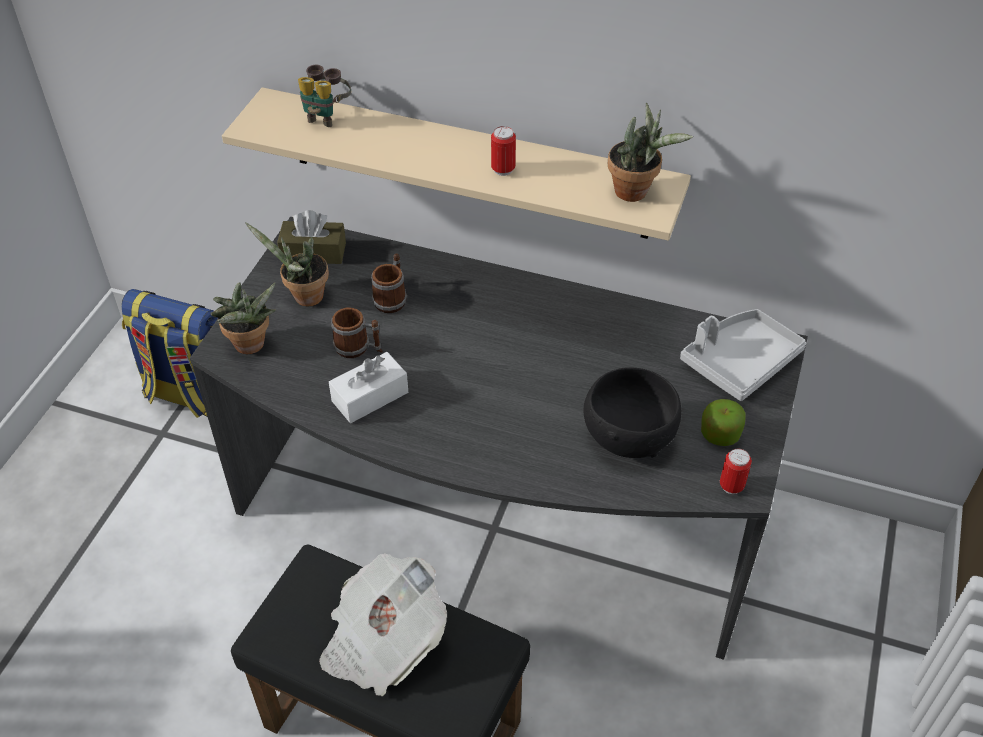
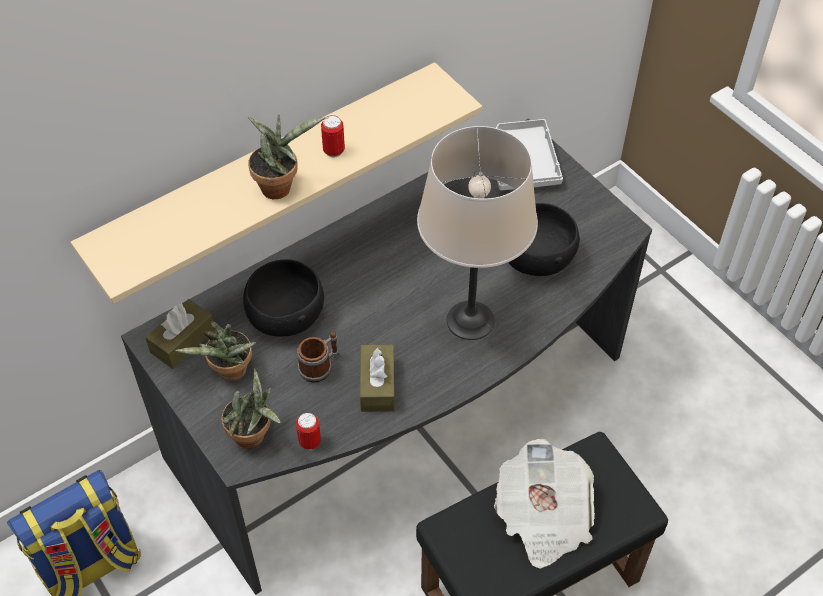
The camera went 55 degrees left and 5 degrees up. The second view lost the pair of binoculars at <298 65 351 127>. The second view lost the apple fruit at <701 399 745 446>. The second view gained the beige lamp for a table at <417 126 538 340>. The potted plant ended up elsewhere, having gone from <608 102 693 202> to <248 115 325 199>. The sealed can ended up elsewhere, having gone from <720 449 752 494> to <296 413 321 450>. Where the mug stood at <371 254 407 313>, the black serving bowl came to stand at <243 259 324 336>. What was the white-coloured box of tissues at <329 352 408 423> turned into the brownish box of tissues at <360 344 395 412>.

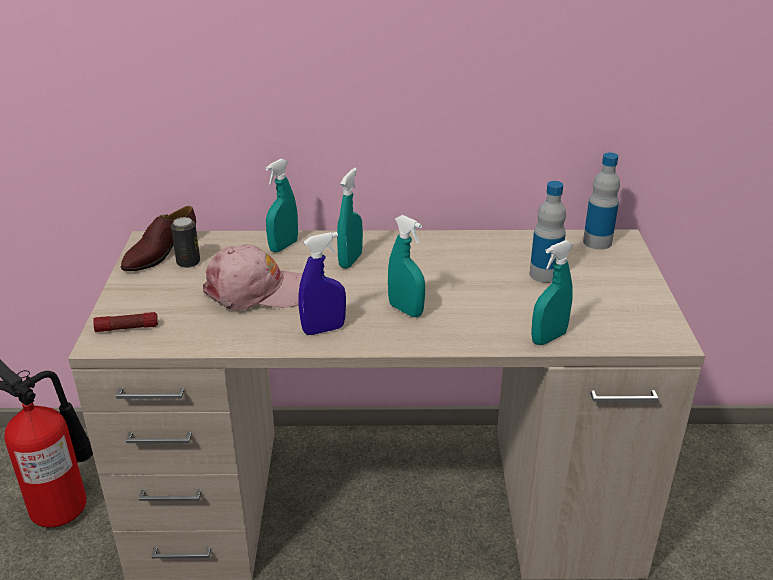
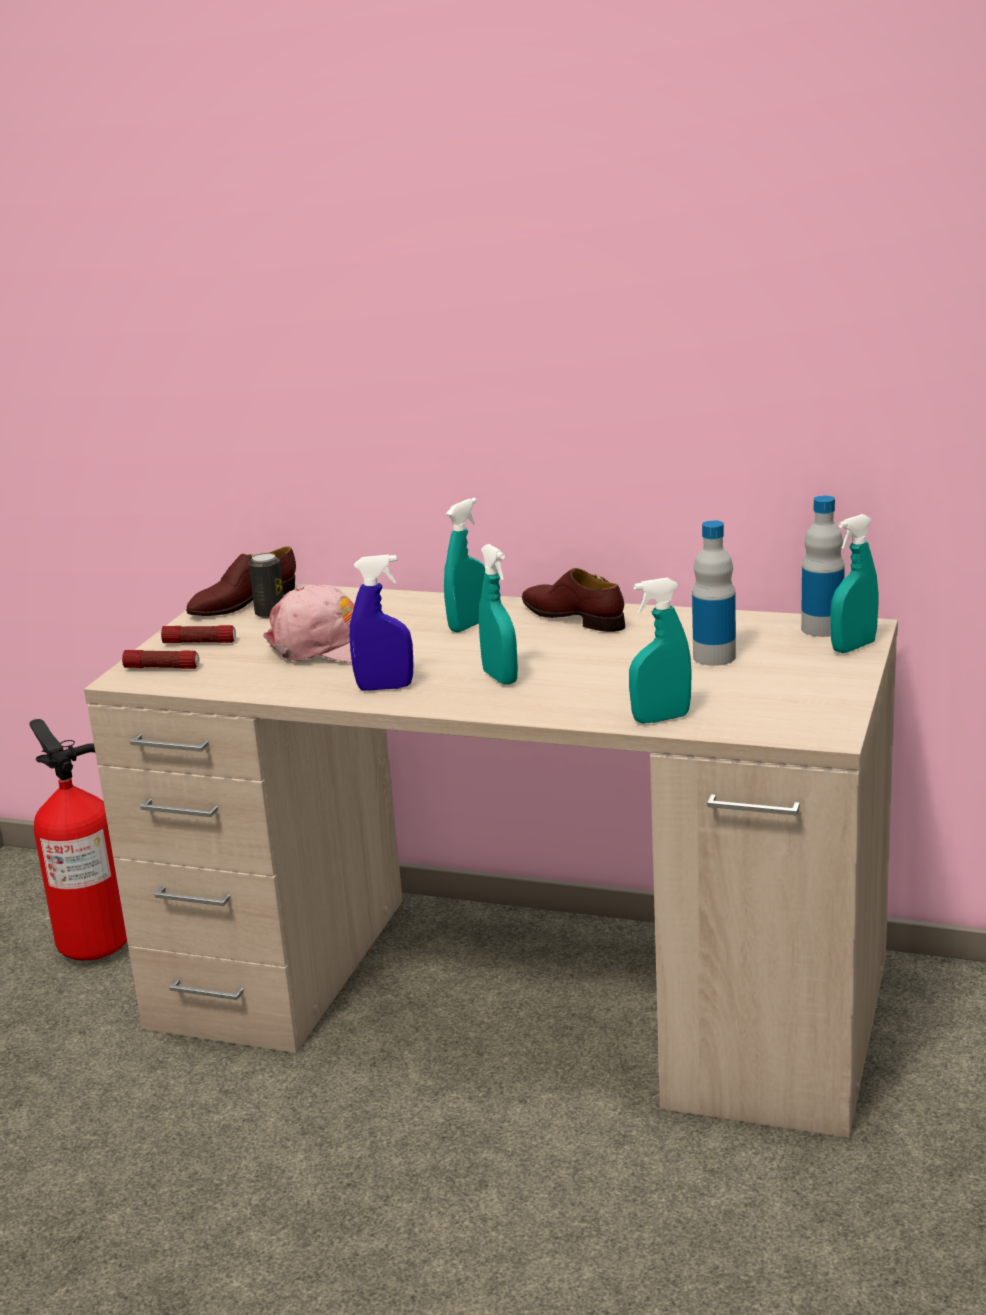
The camera went 20 degrees right and 10 degrees down. The second view gained the torch at <161 625 236 643>. The second view gained the brownish shoe at <522 568 625 632>. The turquoise sprayer ended up elsewhere, having gone from <265 159 298 253> to <830 514 879 653>.

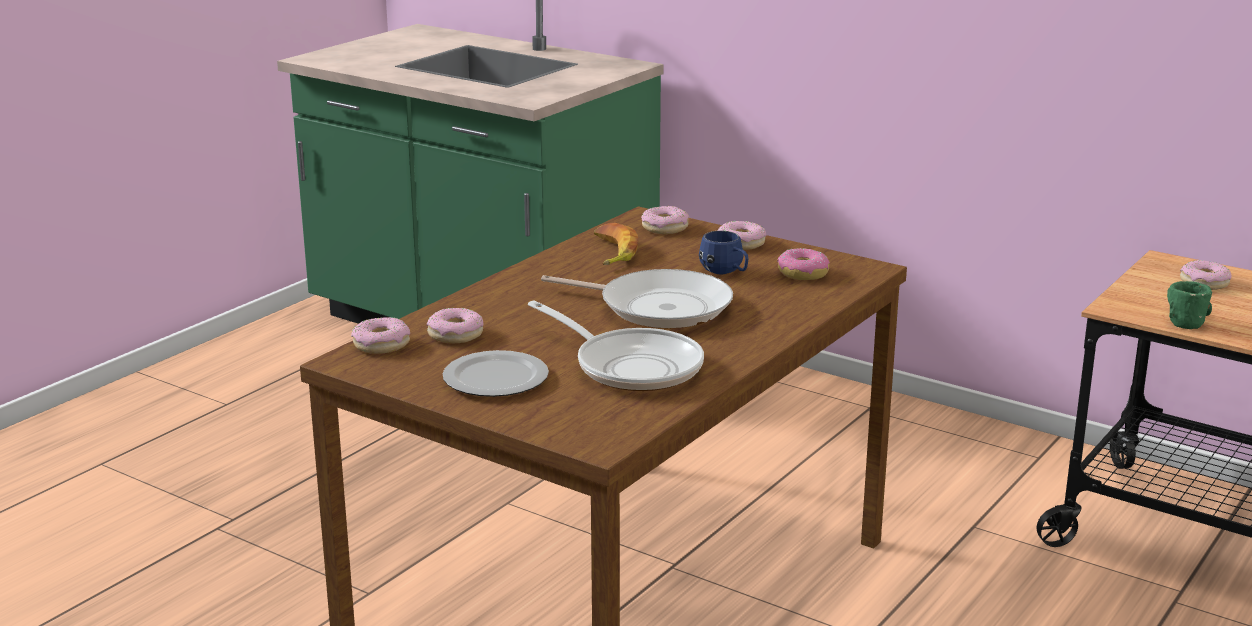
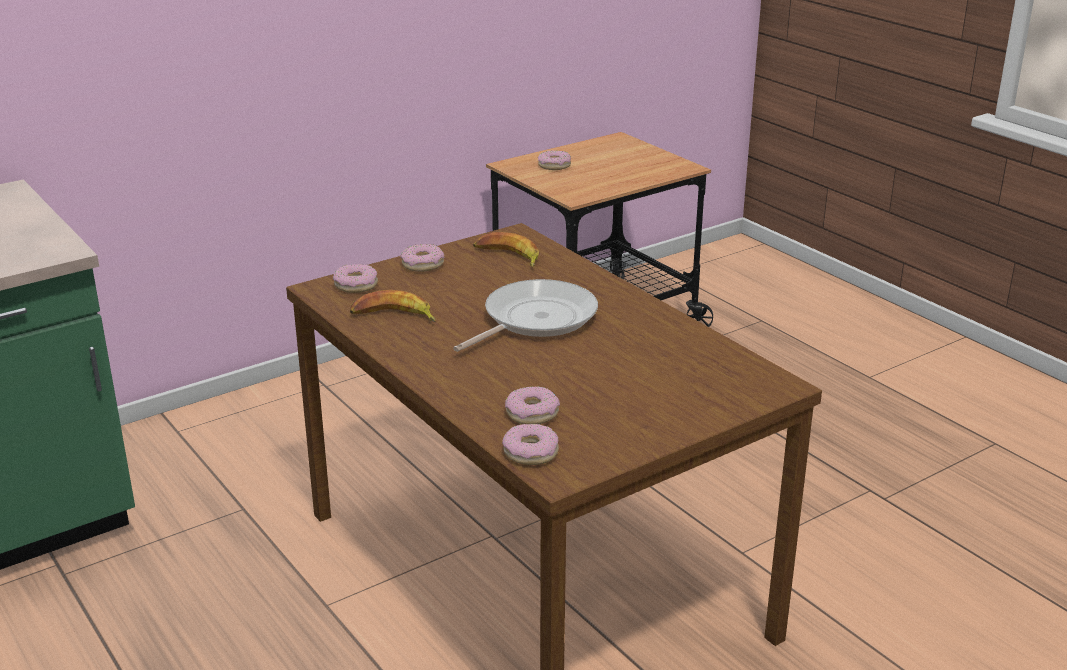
The camera went 70 degrees left and 5 degrees up. The second view lost the plate at <443 350 549 397>. The second view lost the frying pan at <528 301 704 391>. The second view lost the bluish mug at <699 230 749 274>. The second view lost the green mug at <1167 281 1212 329>. Where the ring doughnut stood at <777 248 830 280>, the whole banana came to stand at <473 232 539 268>.

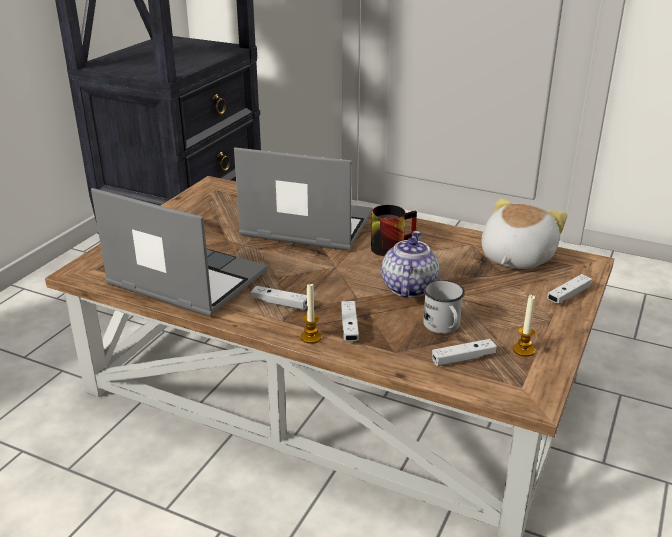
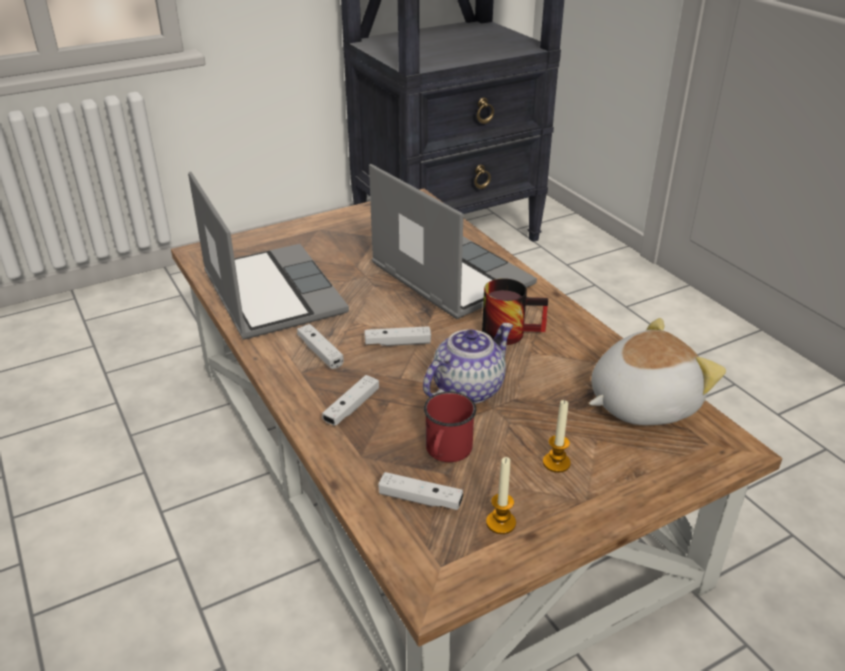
The camera went 35 degrees right and 5 degrees up. The wax light ended up elsewhere, having gone from <300 284 322 344> to <543 400 571 473>. The white-coloured game controller ended up elsewhere, having gone from <547 274 592 303> to <364 326 431 346>. What was the white-coloured mug at <423 280 465 334> turned into the reddish mug at <424 392 476 462>.

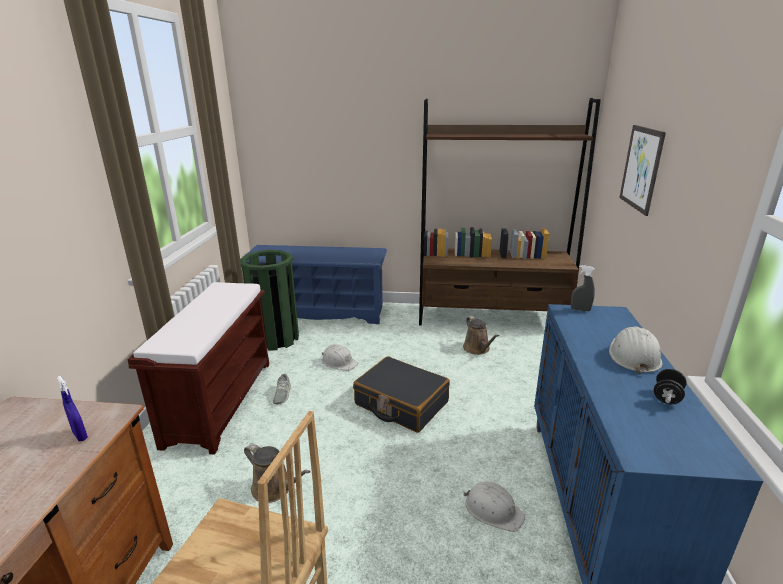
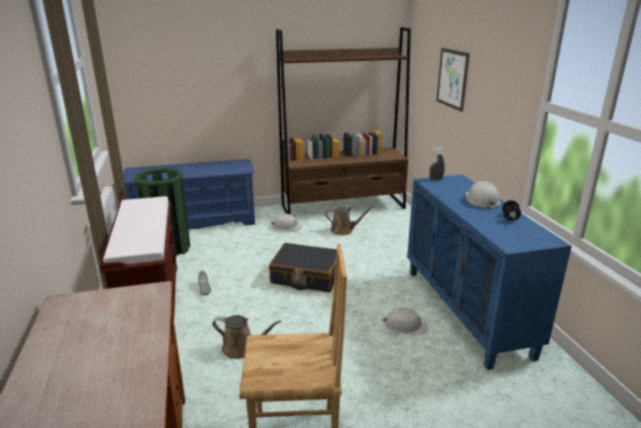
The camera went 20 degrees left and 0 degrees up. The second view lost the bluish sprayer at <57 376 88 441>. The white-coloured safety helmet ended up elsewhere, having gone from <322 344 358 371> to <271 214 302 231>. The brownish sprinkling can at <463 316 499 355> ended up facing another way, 45 degrees counterclockwise from before.

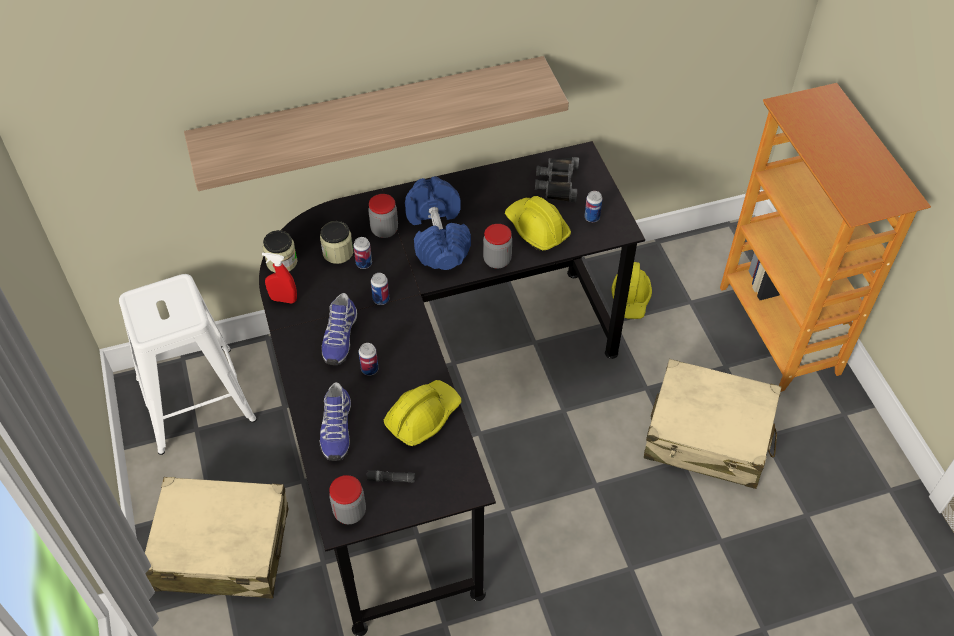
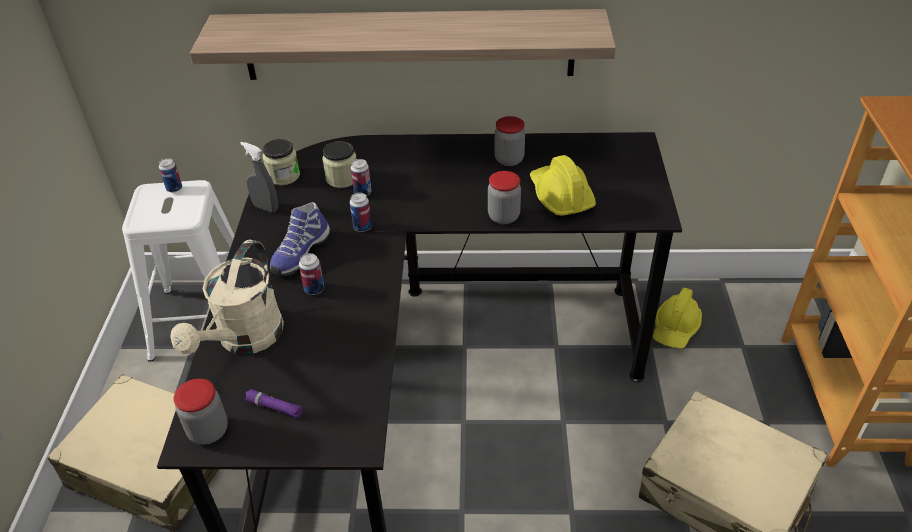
The camera went 20 degrees right and 10 degrees down. The second view lost the yellow-coloured safety helmet at <384 380 462 446>. The second view lost the bluish dumbbell at <405 176 471 270>. The second view lost the black pair of binoculars at <535 157 579 203>. The jar ended up elsewhere, having gone from <368 194 398 238> to <495 116 525 166>. The sealed can ended up elsewhere, having gone from <584 191 603 222> to <159 158 182 192>. Where the shoe stood at <320 382 351 461>, the beige sprinkling can came to stand at <170 240 284 355>. What was the reddish sprayer at <262 253 297 303> turned into the grey sprayer at <240 142 278 212>. What was the black torch at <366 470 415 483> turned into the purplish torch at <245 389 303 418>.

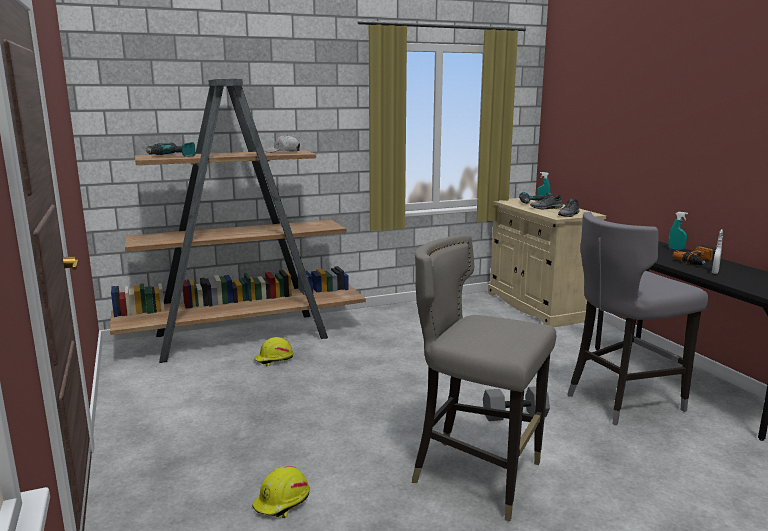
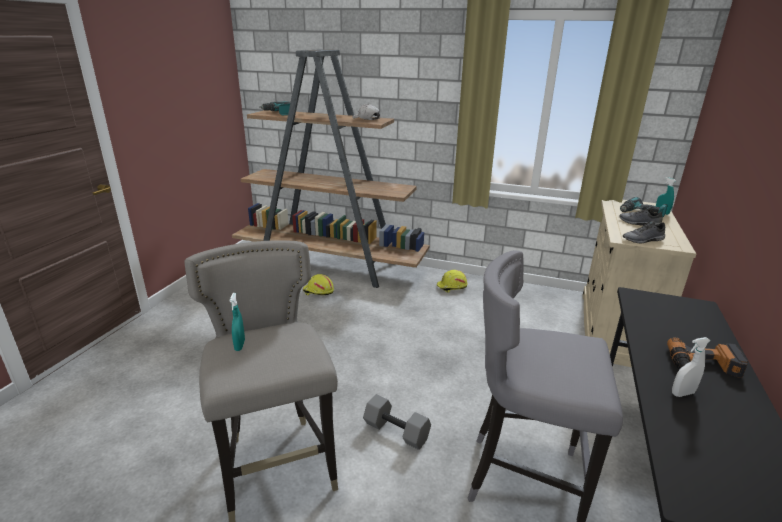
The camera went 40 degrees right and 10 degrees up. The yellow-coloured safety helmet ended up elsewhere, having gone from <252 466 310 518> to <437 270 468 293>. The turquoise sprayer ended up elsewhere, having gone from <669 212 688 250> to <230 293 245 351>.

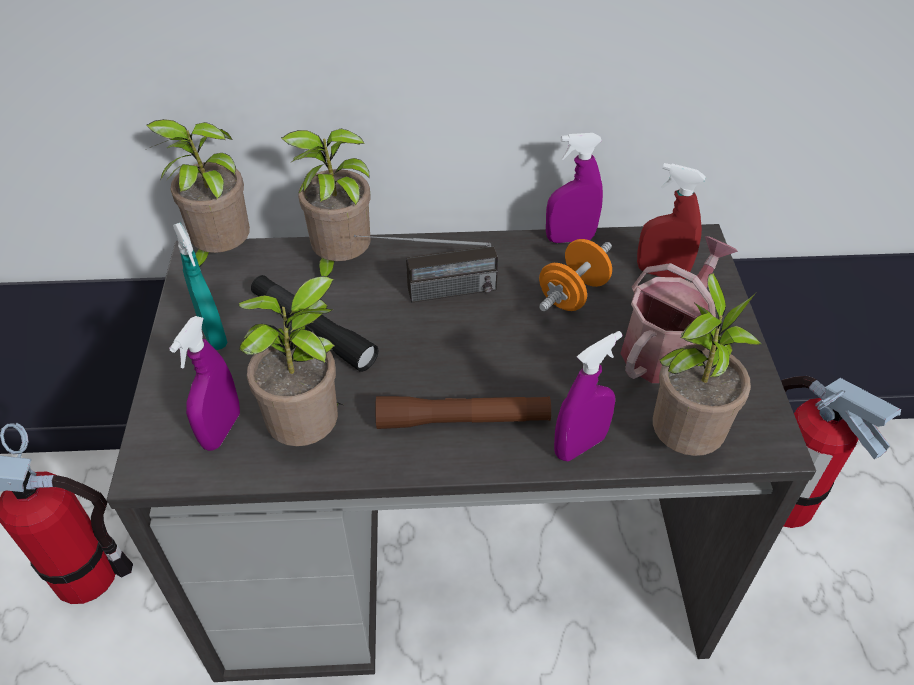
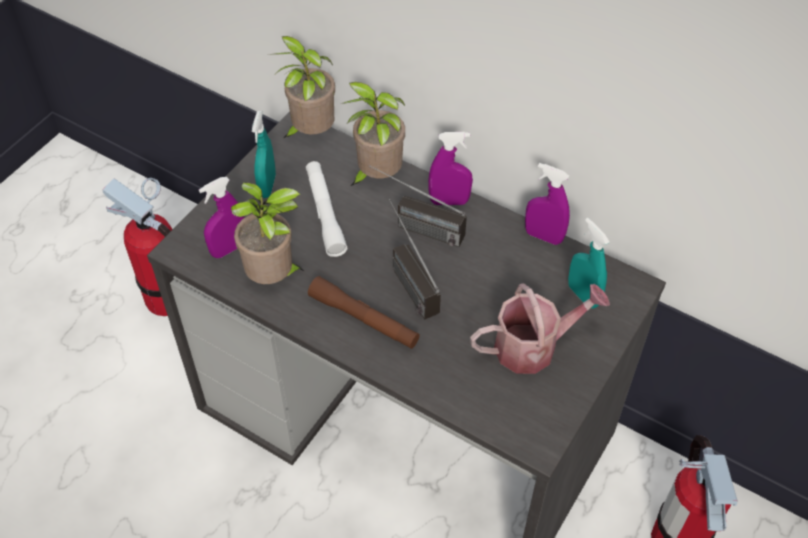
The camera went 35 degrees right and 5 degrees up. The second view lost the orange dumbbell at <539 239 612 311>. The second view lost the potted plant at <653 273 761 456>. The second view gained the radio at <389 199 441 320>. The purplish sprayer ended up elsewhere, having gone from <554 331 622 461> to <428 132 473 205>. What was the black torch at <251 275 378 372> turned into the white-coloured torch at <306 161 347 257>. What was the reddish sprayer at <637 163 706 279> turned into the turquoise sprayer at <568 218 610 308>.

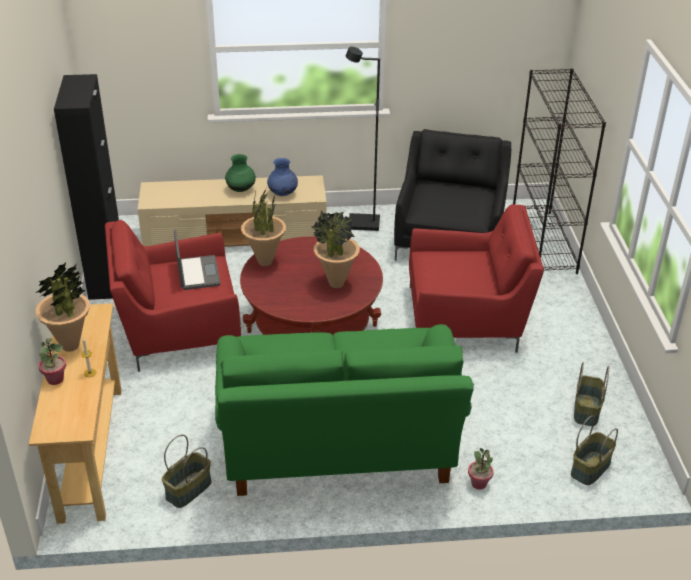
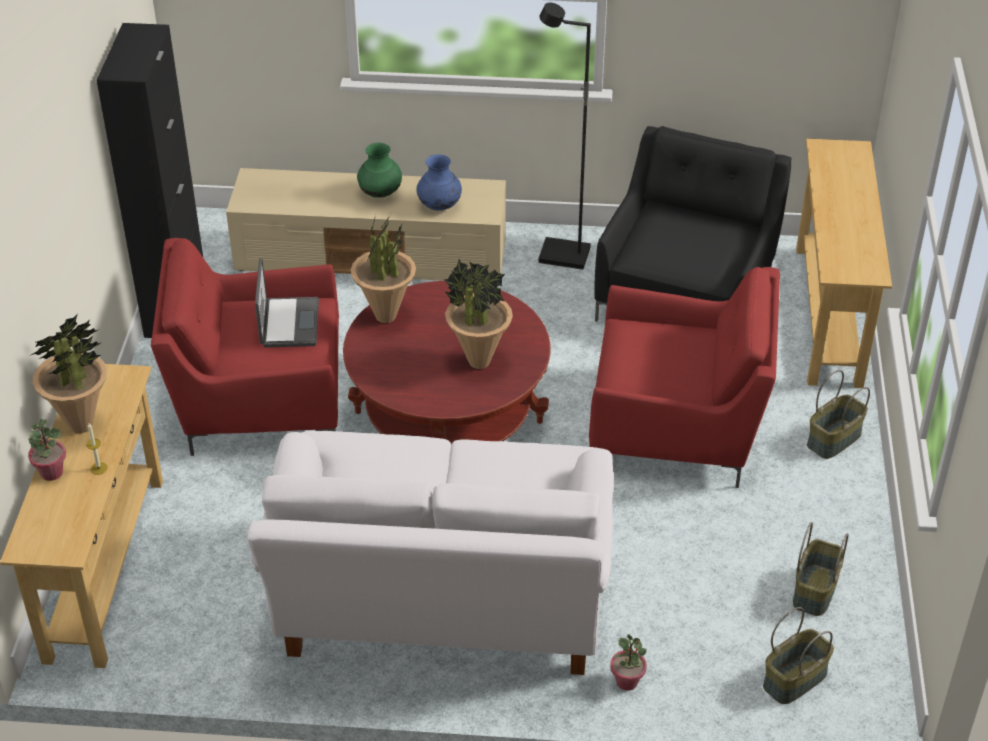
The camera went 10 degrees right and 5 degrees up. The household basket ended up elsewhere, having gone from <162 435 211 508> to <807 370 870 459>. Where the black bookshelf stood at <513 68 606 274>, the beige hall table came to stand at <796 139 892 388>. What was the green settee at <215 324 474 496> turned into the white-coloured settee at <247 431 614 675>.

